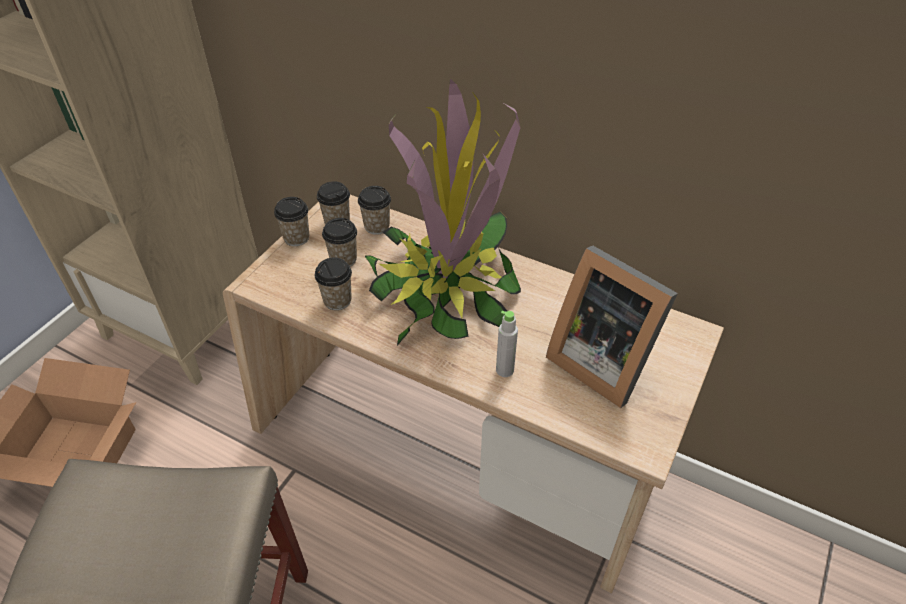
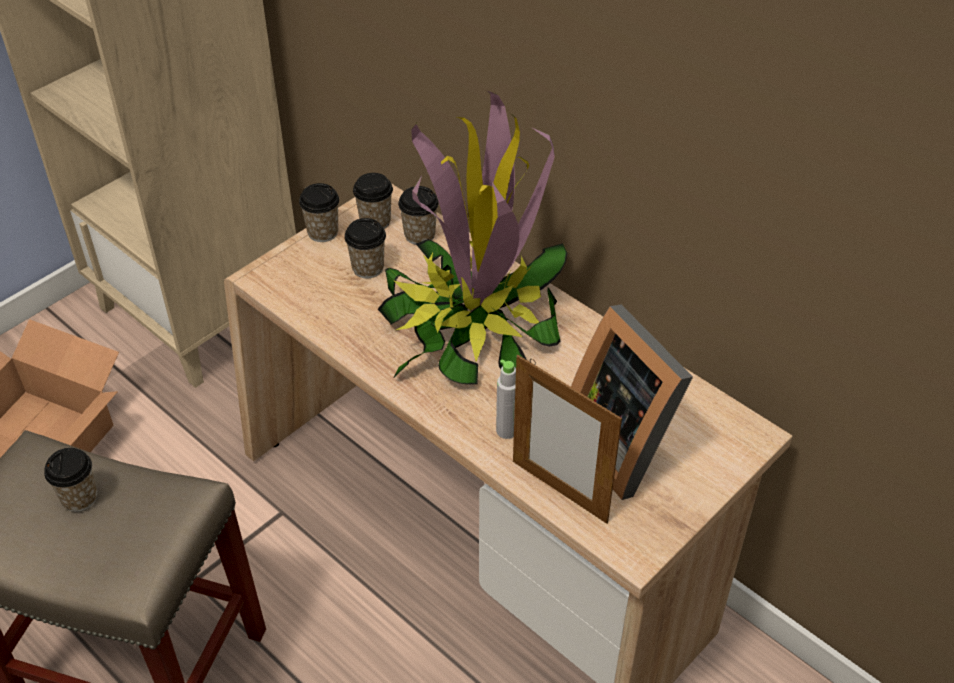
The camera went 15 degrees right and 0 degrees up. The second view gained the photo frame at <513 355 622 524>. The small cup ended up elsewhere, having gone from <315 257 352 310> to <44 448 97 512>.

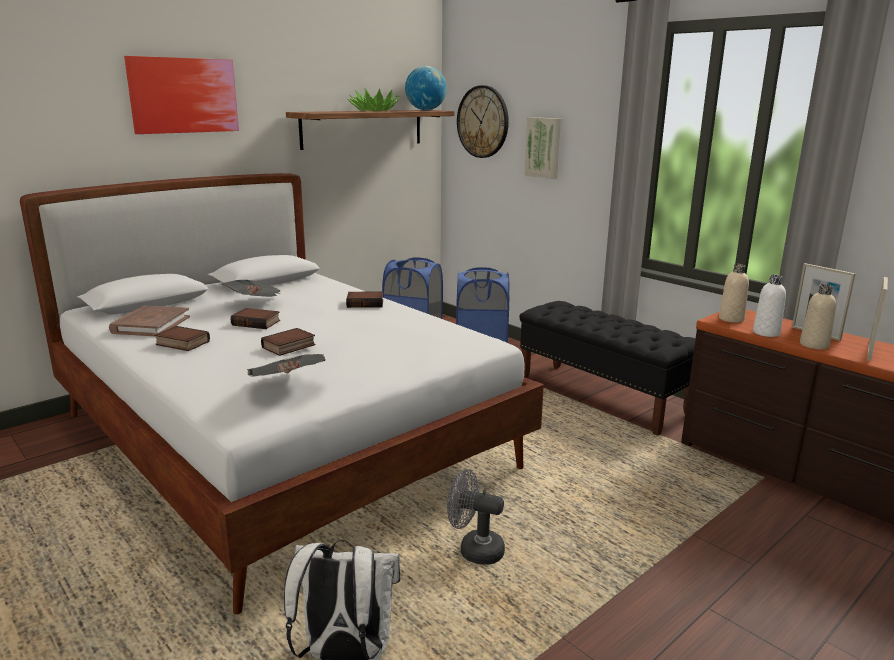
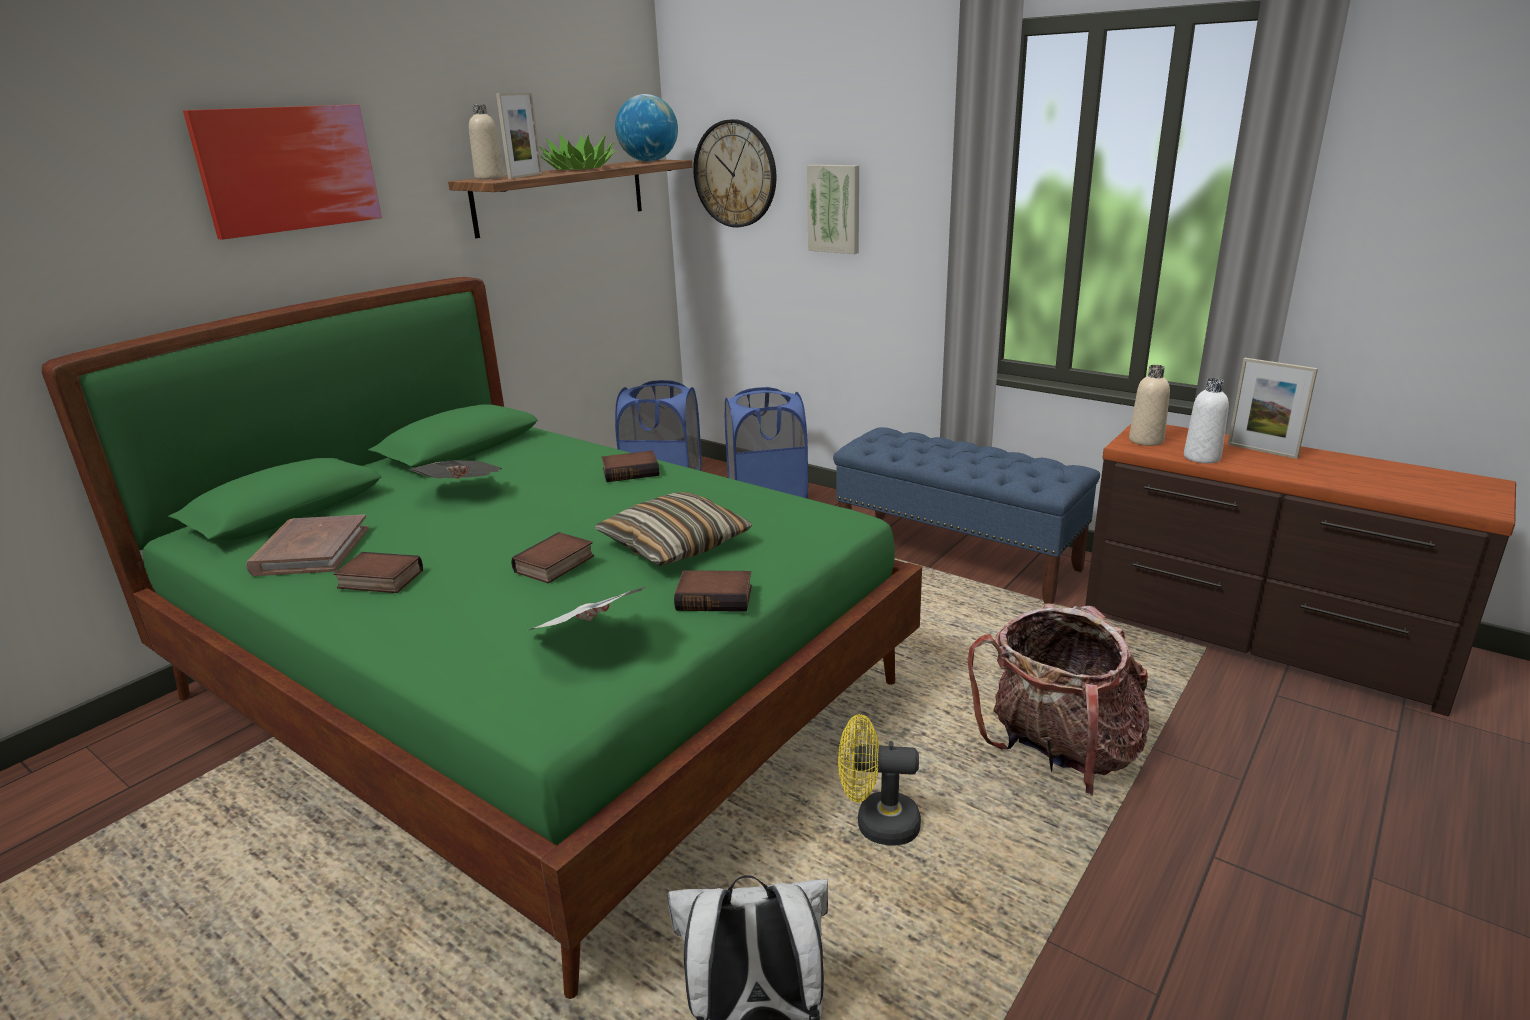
The camera went 10 degrees left and 5 degrees up. The second view gained the pillow at <595 492 753 566>. The second view gained the rucksack at <967 603 1149 796>. The book ended up elsewhere, having gone from <231 308 280 329> to <674 570 752 612>. The beige bottle ended up elsewhere, having gone from <800 284 836 349> to <469 104 505 180>. The photo frame ended up elsewhere, having gone from <867 277 888 361> to <496 93 542 179>. What was the white-coloured bedroom bed at <20 173 544 615> turned into the green bedroom bed at <42 277 922 999>. What was the grey cooling fan at <447 469 505 565> turned into the yellow-coloured cooling fan at <838 714 921 846>. What was the black indoor bench at <519 301 696 435> turned into the bluish indoor bench at <833 427 1100 604>.

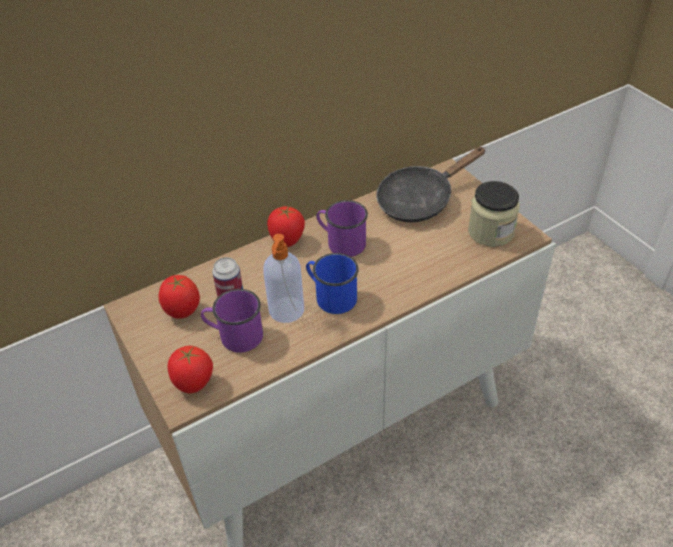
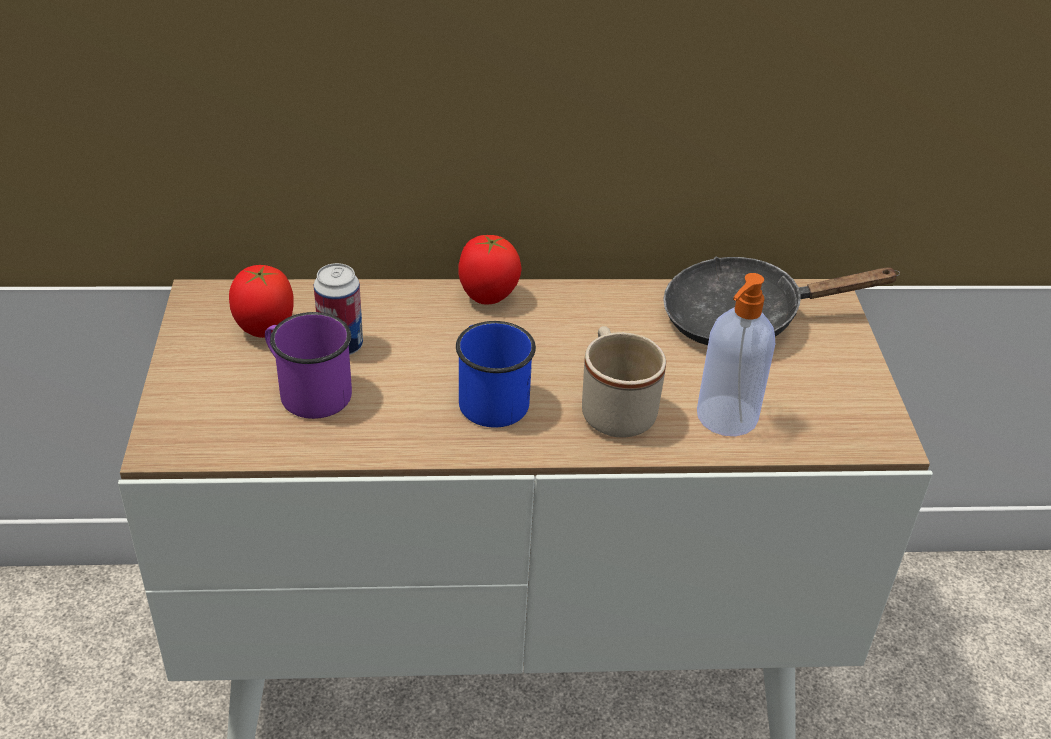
The camera went 25 degrees right and 5 degrees down. The second view lost the tomato at <168 346 213 393>. The second view lost the purplish mug at <316 200 368 257>. The second view lost the jar at <468 181 520 247>. The second view gained the beige mug at <582 326 666 438>. The soap bottle ended up elsewhere, having gone from <263 234 304 323> to <697 273 775 436>.

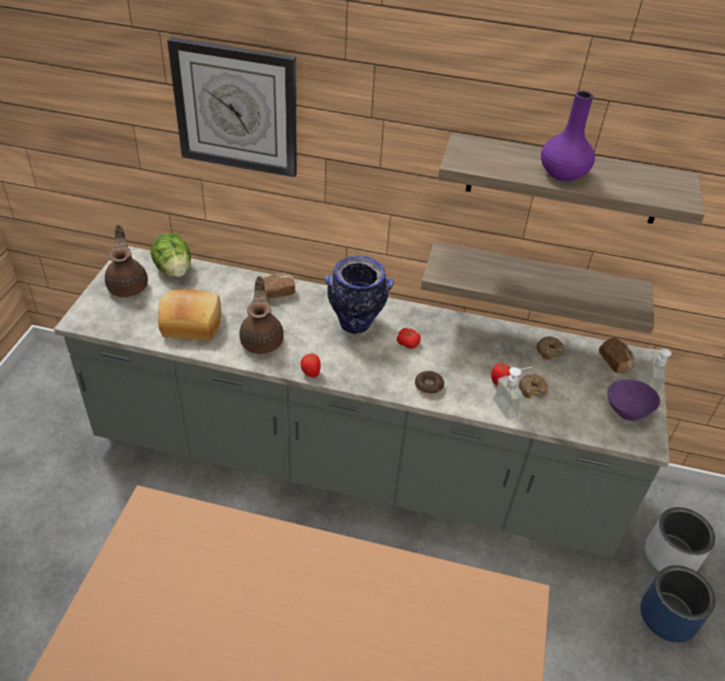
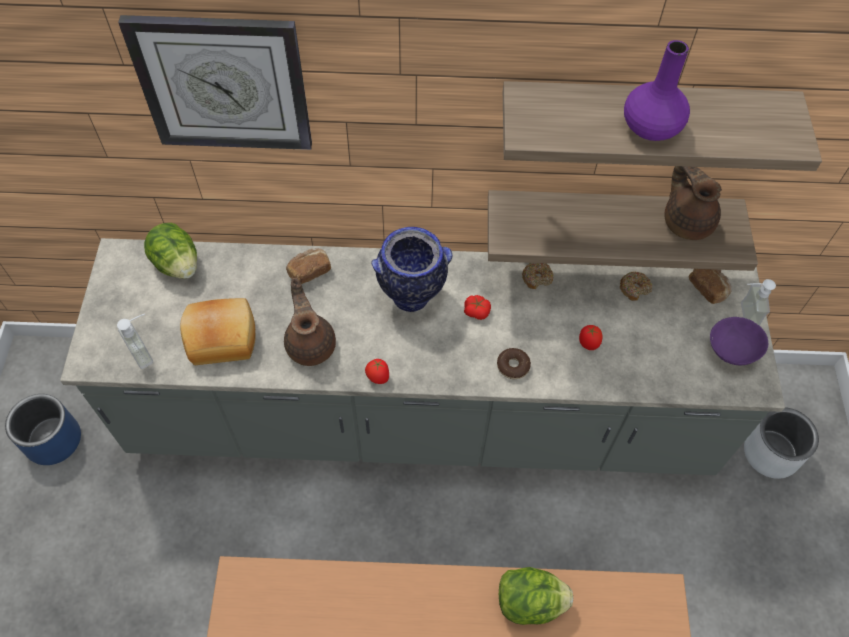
The camera went 10 degrees left and 15 degrees up. The second view gained the lettuce at <499 567 573 625>. The brownish tea pot ended up elsewhere, having gone from <105 224 148 297> to <664 166 722 240>. The soap bottle ended up elsewhere, having gone from <493 367 532 420> to <117 314 153 369>. The ring doughnut ended up elsewhere, having gone from <519 374 548 398> to <522 263 553 289>. The bluish planter ended up elsewhere, having gone from <640 565 716 642> to <5 394 81 465>.

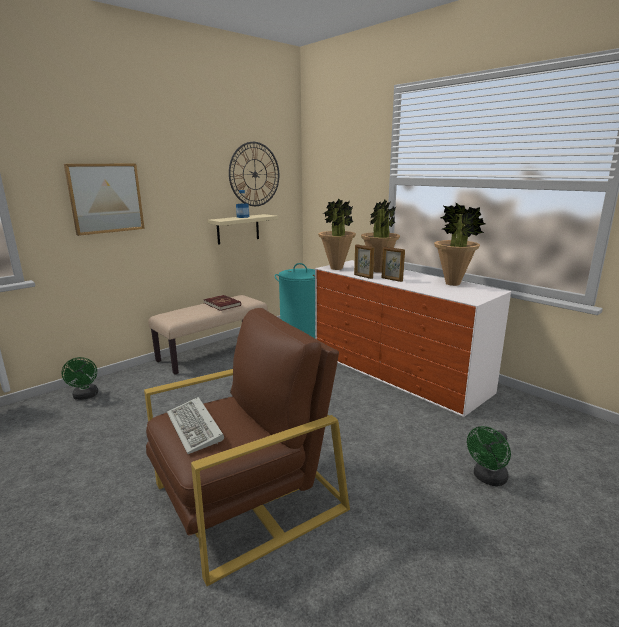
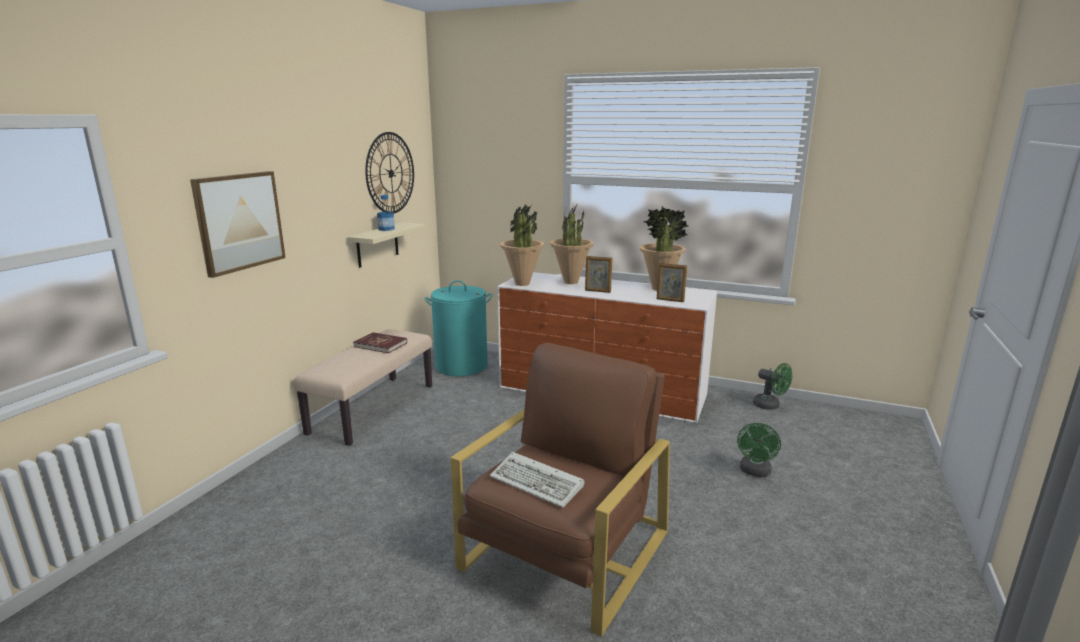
The camera went 25 degrees left and 0 degrees up. The green cooling fan ended up elsewhere, having gone from <61 357 98 400> to <753 363 792 410>. The photo frame ended up elsewhere, having gone from <354 244 375 279> to <657 263 687 302>.

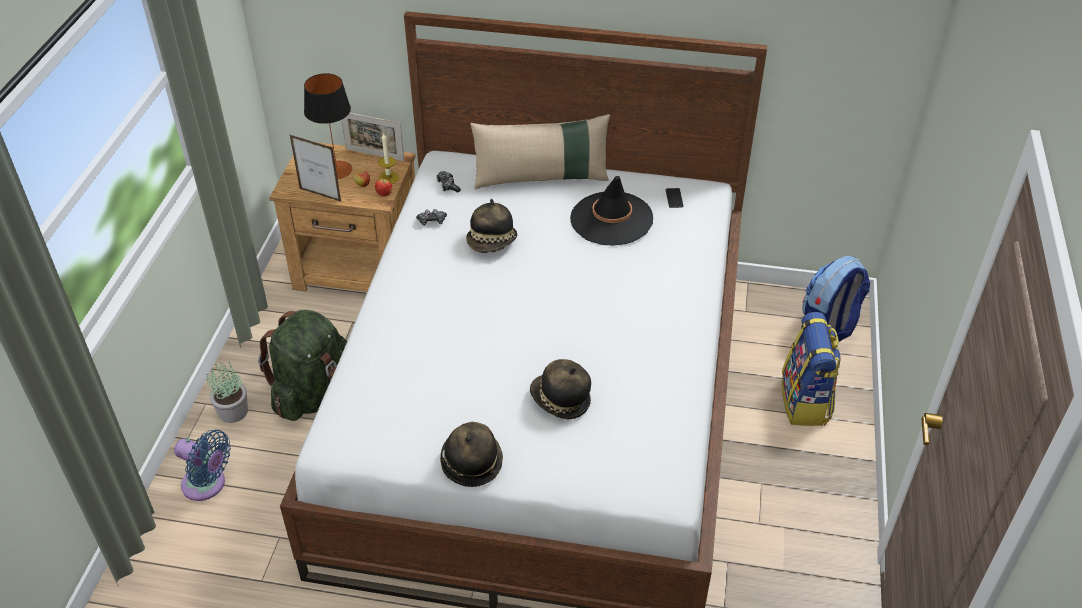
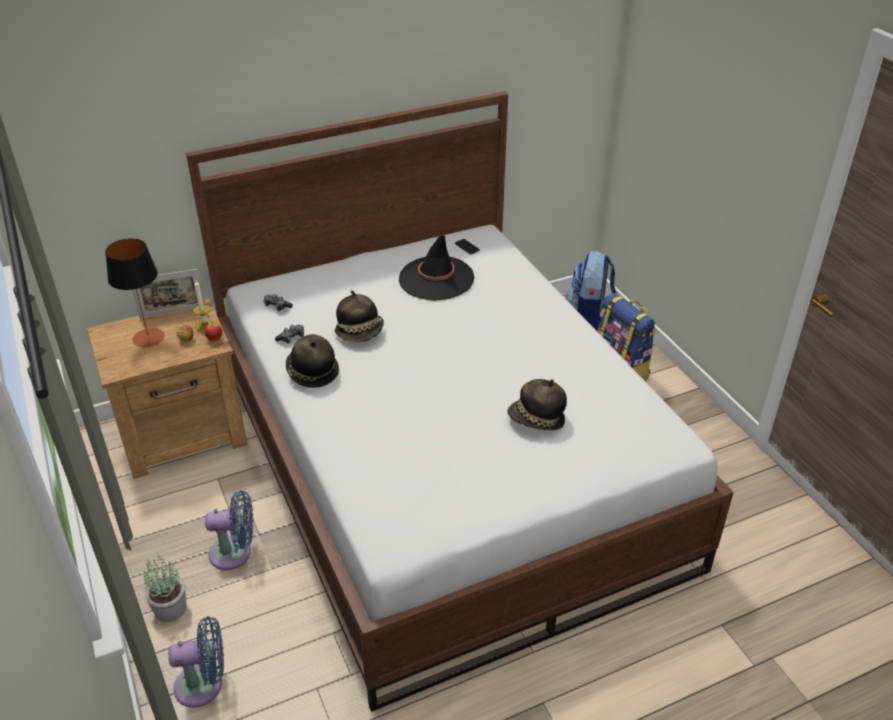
The camera went 35 degrees left and 5 degrees down. The second view lost the photo frame at <290 135 341 202>. The second view lost the beige pillow at <470 114 610 189>. The wearable hat ended up elsewhere, having gone from <440 422 503 487> to <286 334 339 388>. Where the green rucksack stood at <258 310 347 421>, the bluish cooling fan came to stand at <205 491 253 570>.

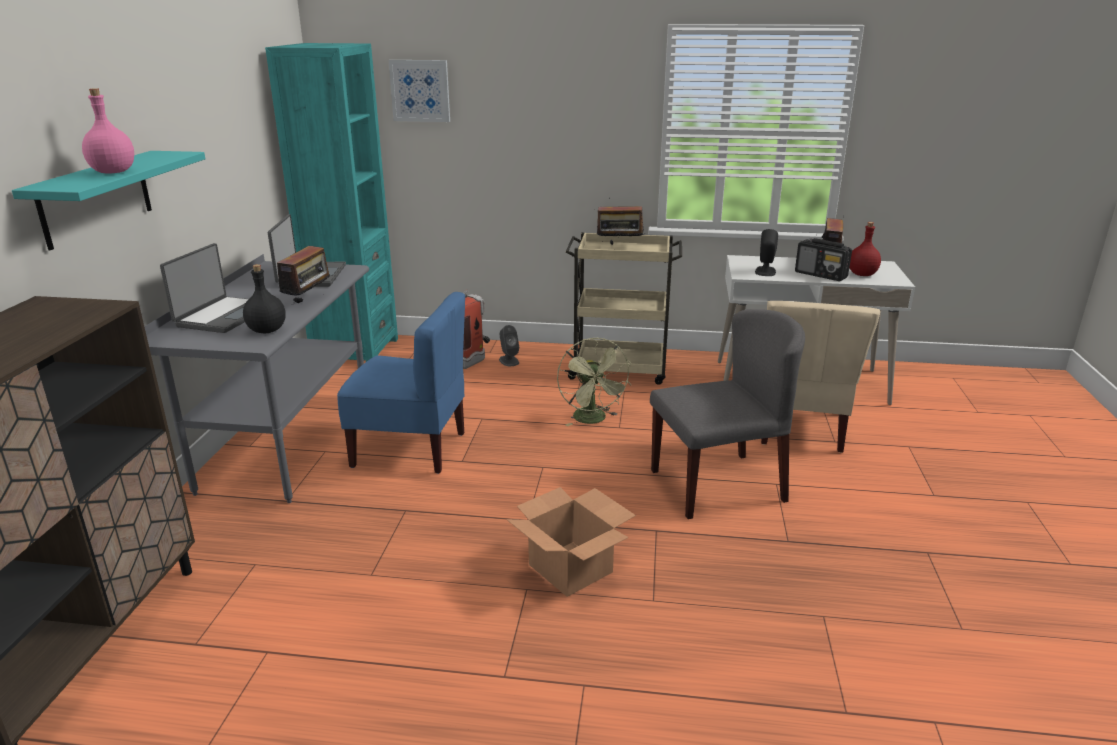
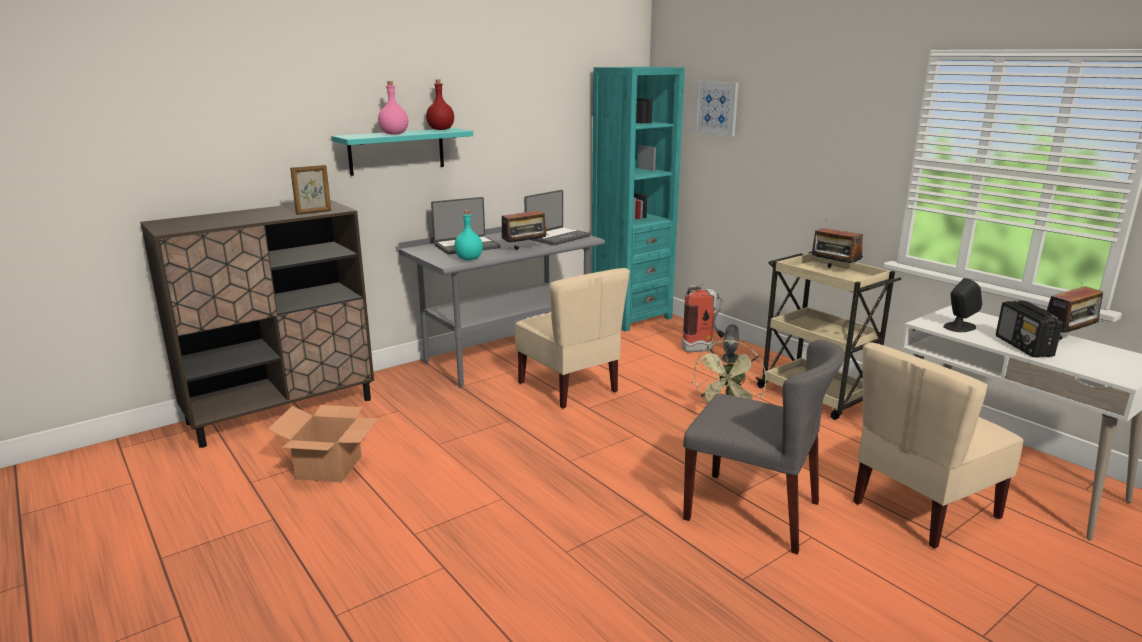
The camera went 45 degrees right and 5 degrees down. The second view gained the photo frame at <290 165 331 215>. The cardboard box ended up elsewhere, having gone from <506 487 636 597> to <267 405 379 483>. The reddish bottle ended up elsewhere, having gone from <849 222 881 276> to <426 80 454 130>. What was the black bottle at <243 264 286 333> turned into the turquoise bottle at <454 210 483 260>. What was the bluish plain chair at <337 292 465 474> turned into the beige plain chair at <515 268 630 409>.

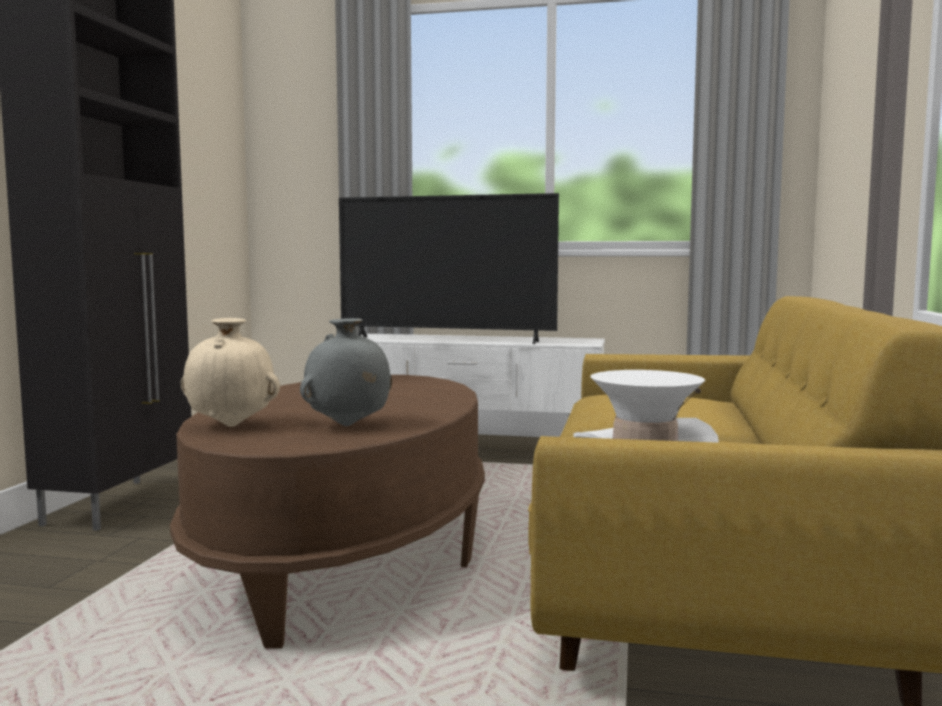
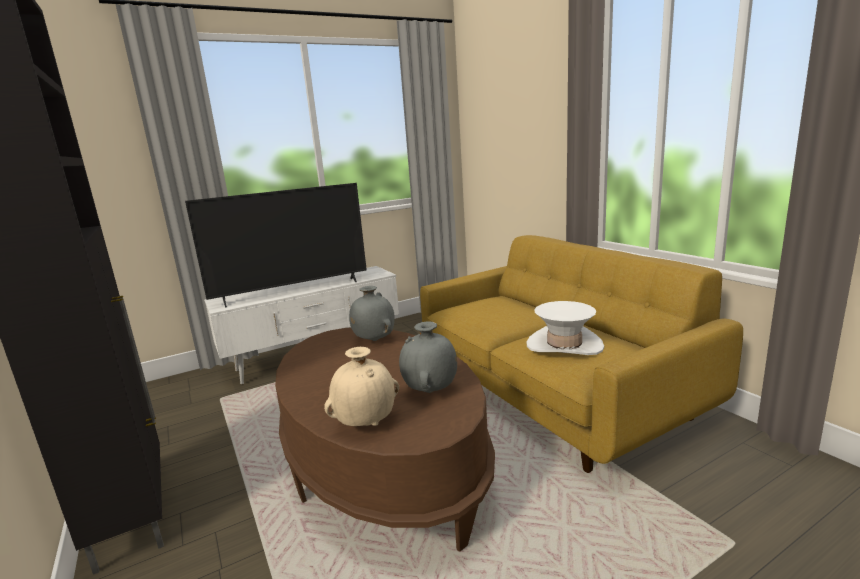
The camera went 40 degrees left and 10 degrees up. The second view gained the grey decorative vase at <349 286 395 341>.

